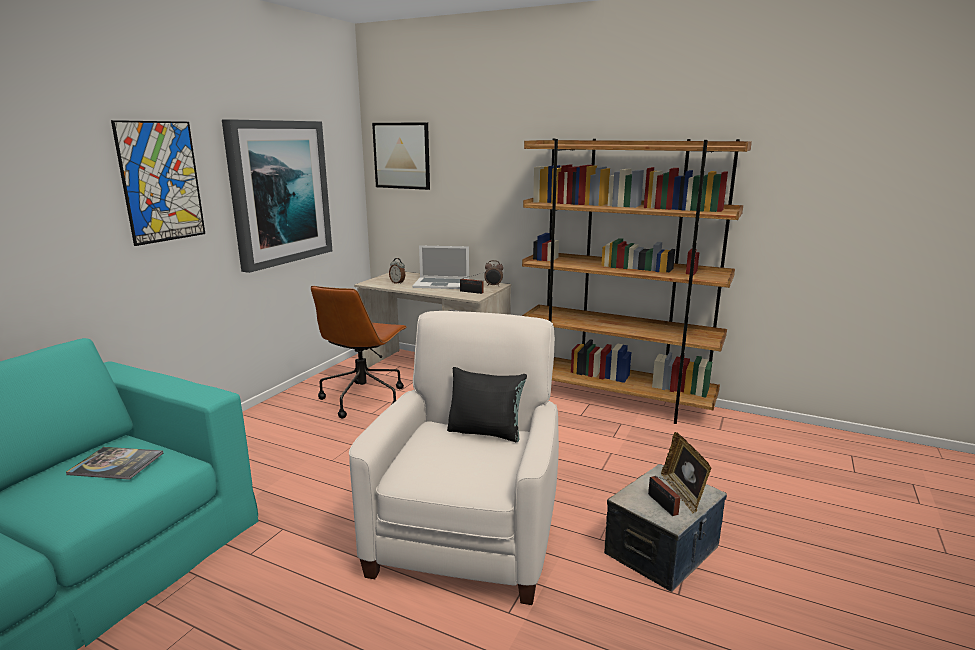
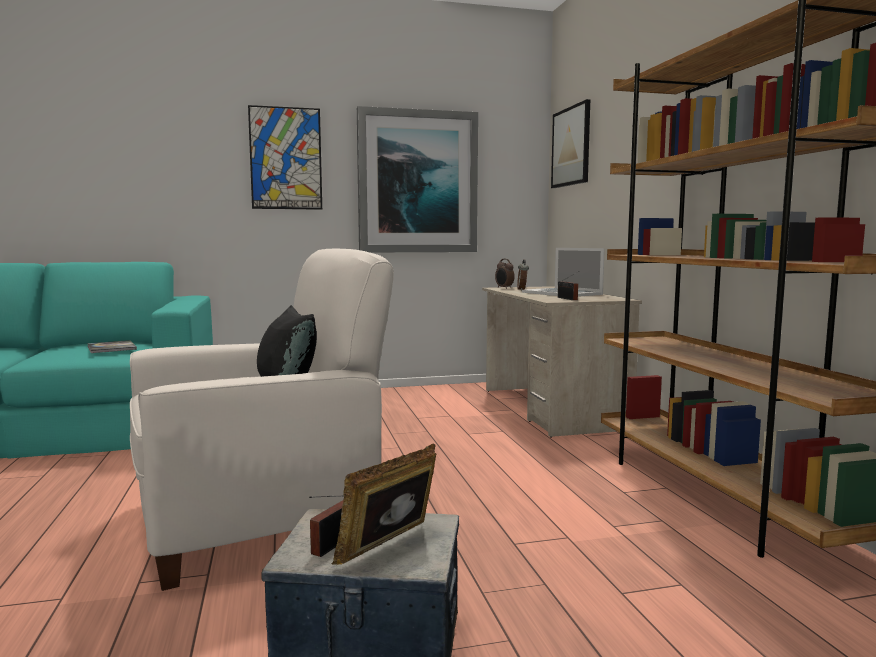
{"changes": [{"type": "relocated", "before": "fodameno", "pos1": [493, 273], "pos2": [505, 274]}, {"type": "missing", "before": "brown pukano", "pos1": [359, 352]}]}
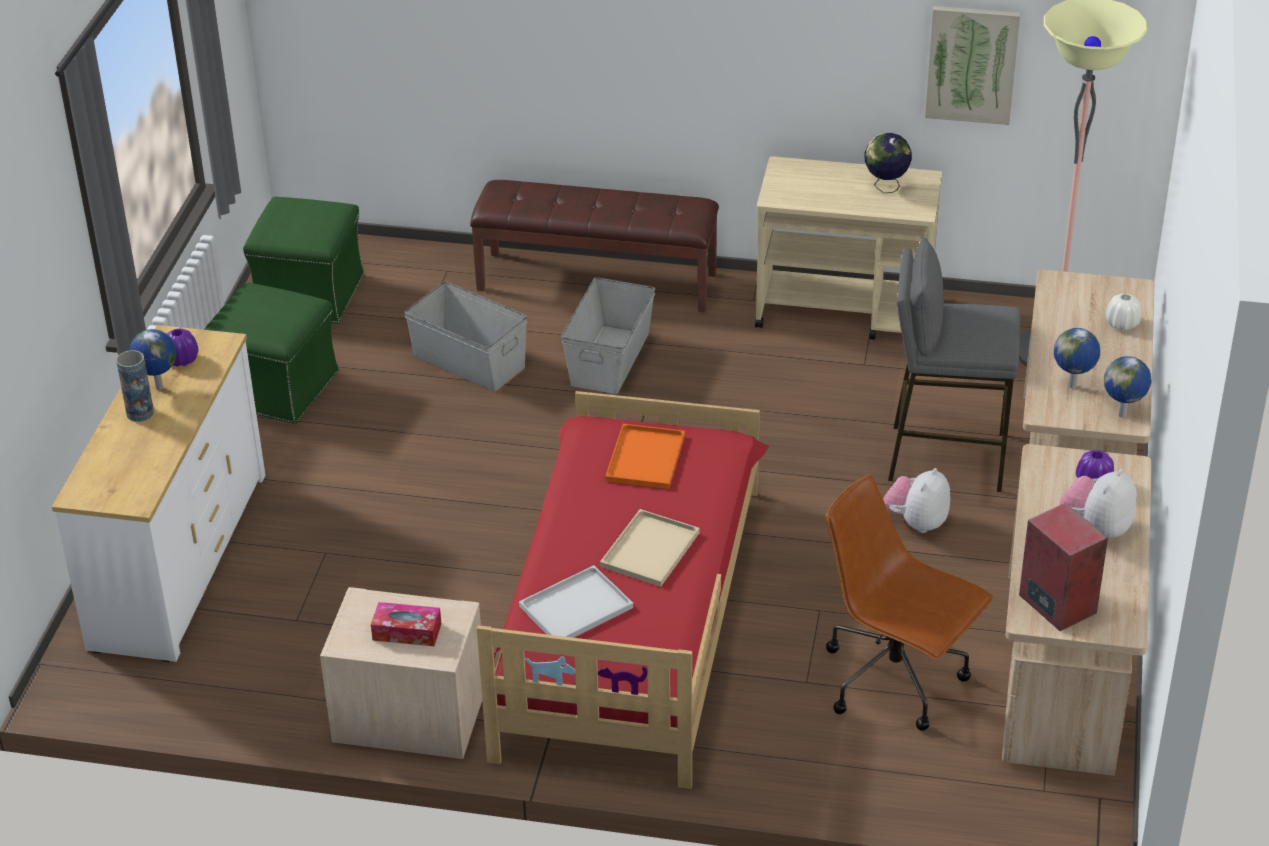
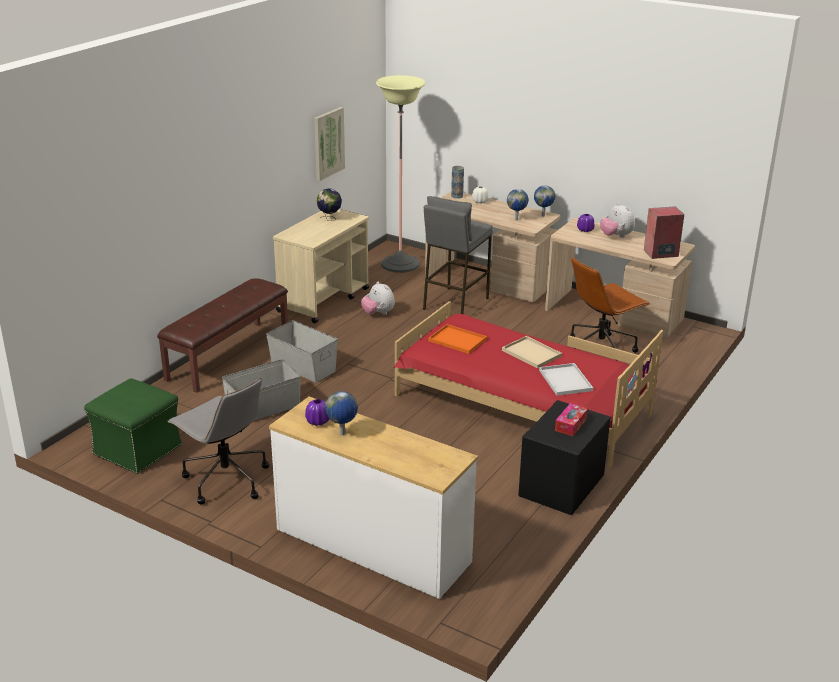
{"changes": [{"type": "exchanged", "before": "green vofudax", "after": "grey pukano", "pos1": [271, 353], "pos2": [218, 441]}, {"type": "relocated", "before": "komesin", "pos1": [916, 500], "pos2": [378, 298]}, {"type": "relocated", "before": "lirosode", "pos1": [135, 386], "pos2": [457, 182]}, {"type": "colour", "before": "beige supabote", "after": "black supabote", "pos1": [401, 673], "pos2": [564, 457]}]}
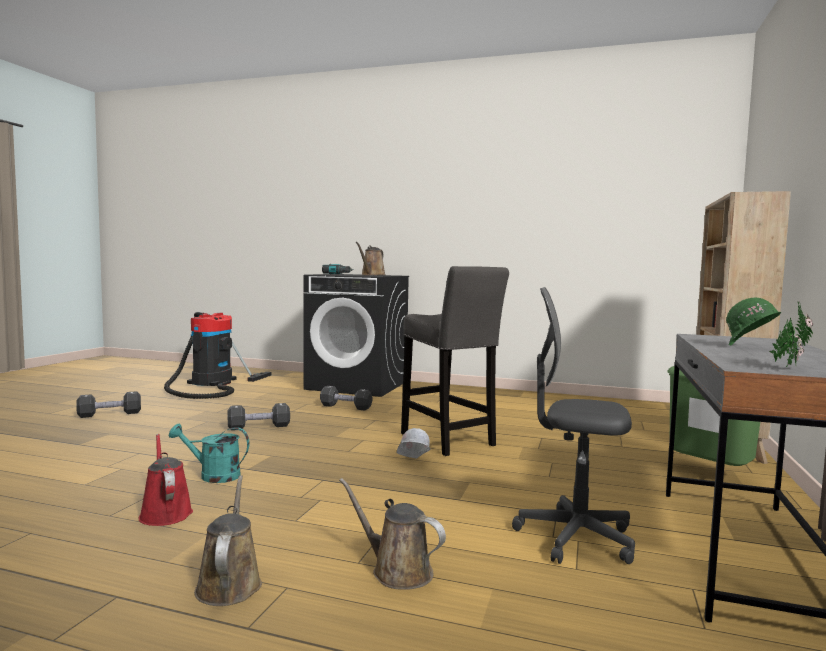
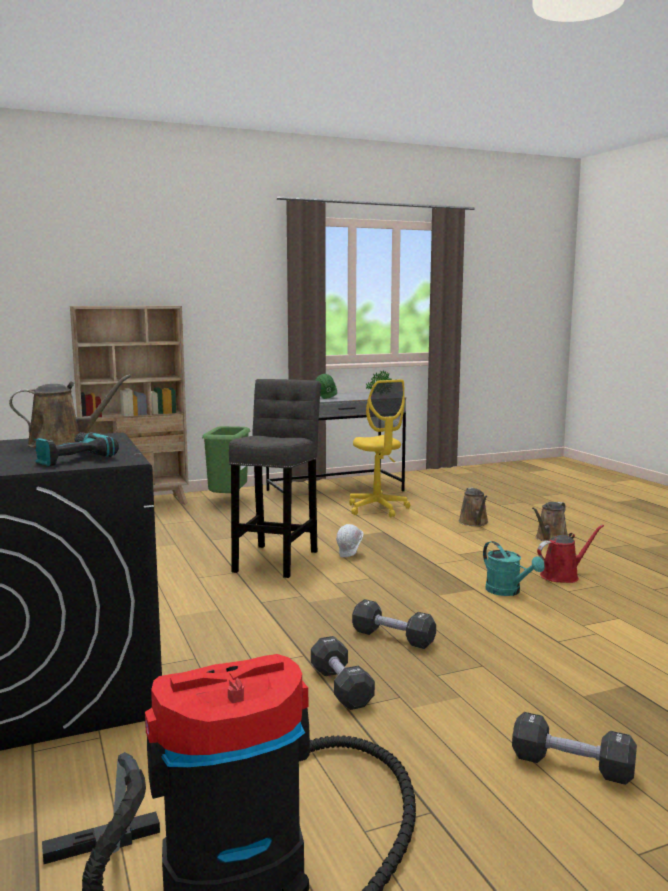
{"changes": [{"type": "relocated", "before": "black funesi", "pos1": [346, 398], "pos2": [343, 673]}, {"type": "colour", "before": "grey pukano", "after": "yellow pukano", "pos1": [573, 425], "pos2": [379, 448]}, {"type": "spun", "before": "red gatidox", "pos1": [166, 480], "pos2": [570, 554], "turn": -135}]}
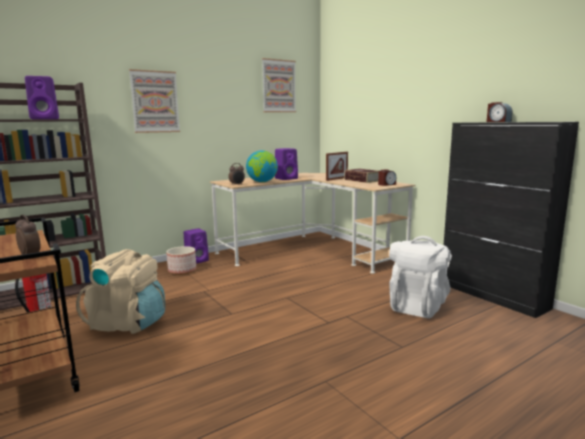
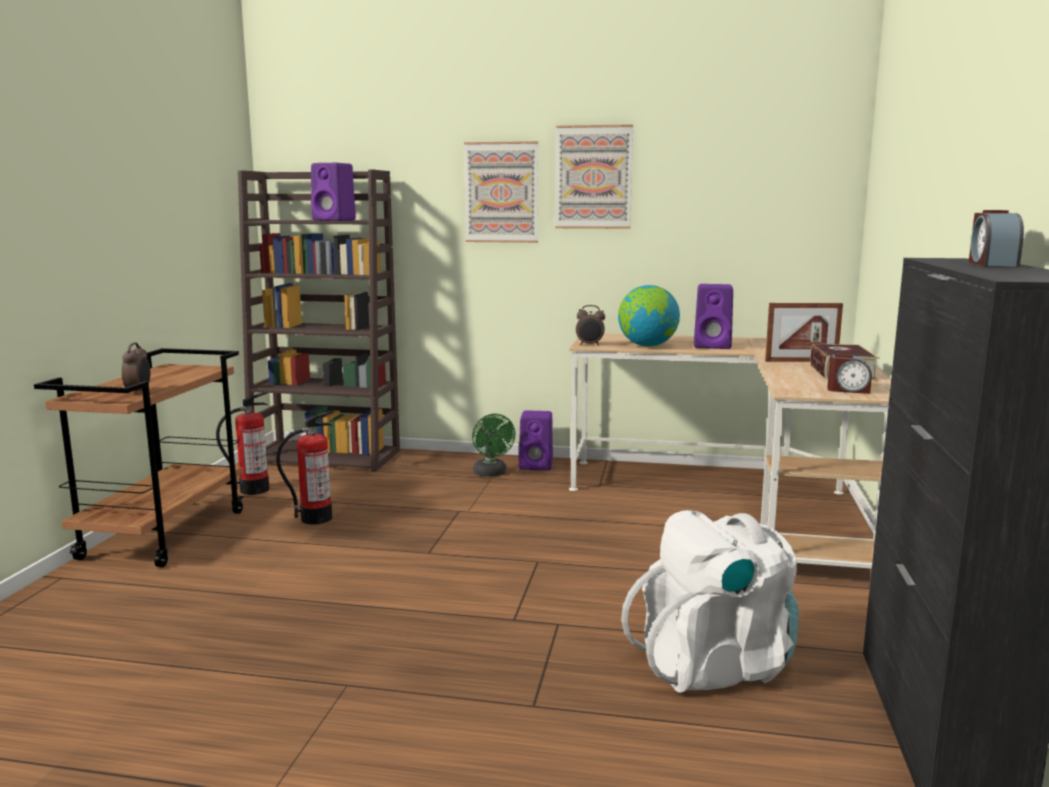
{"changes": [{"type": "exchanged", "before": "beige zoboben", "after": "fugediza", "pos1": [120, 291], "pos2": [304, 468]}, {"type": "exchanged", "before": "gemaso", "after": "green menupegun", "pos1": [181, 260], "pos2": [494, 445]}, {"type": "relocated", "before": "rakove", "pos1": [279, 85], "pos2": [594, 176]}]}
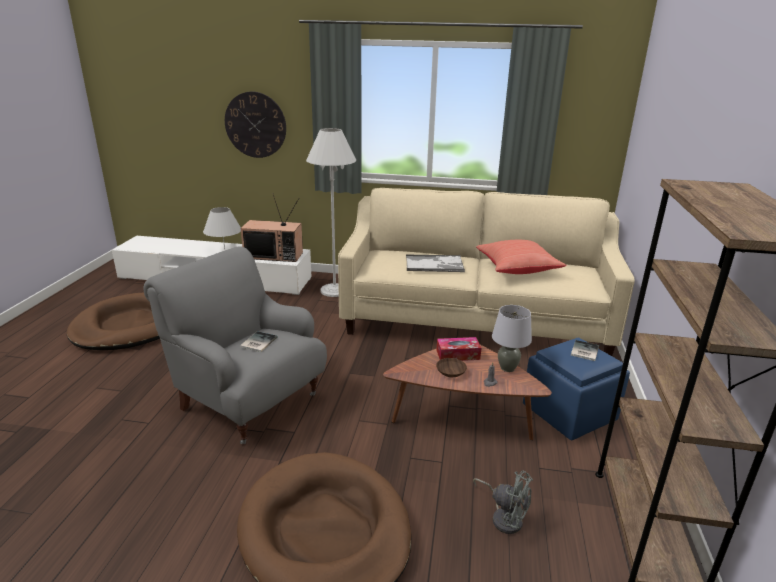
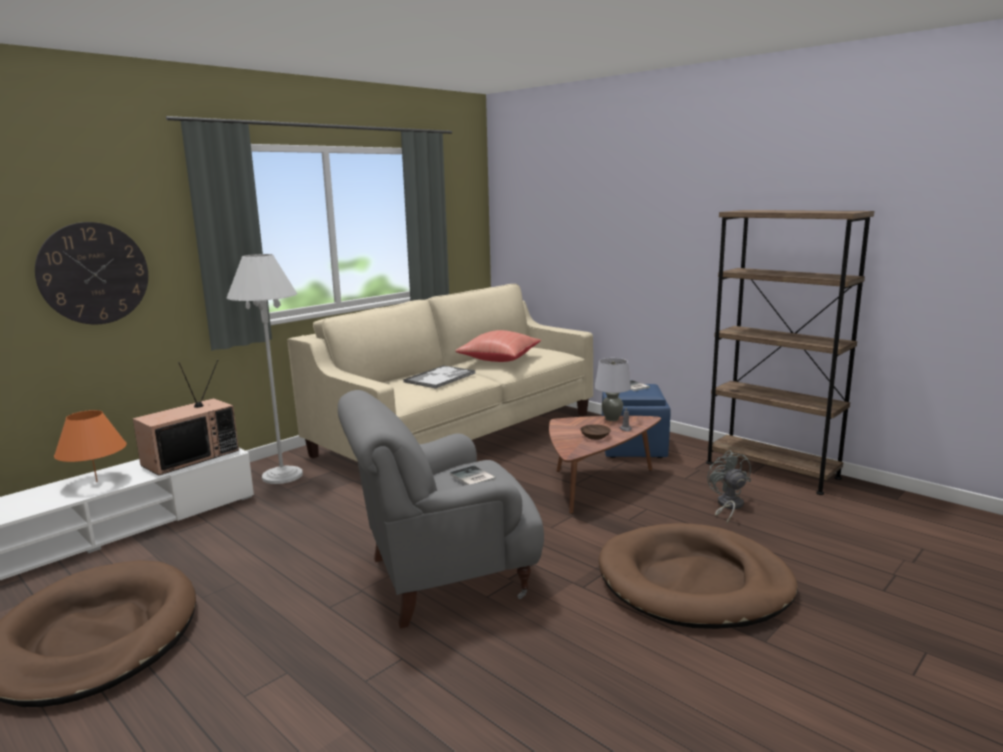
{"changes": [{"type": "colour", "before": "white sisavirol", "after": "orange sisavirol", "pos1": [222, 228], "pos2": [90, 446]}, {"type": "spun", "before": "grey menupegun", "pos1": [503, 502], "pos2": [729, 487], "turn": -75}, {"type": "missing", "before": "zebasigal", "pos1": [458, 349]}]}
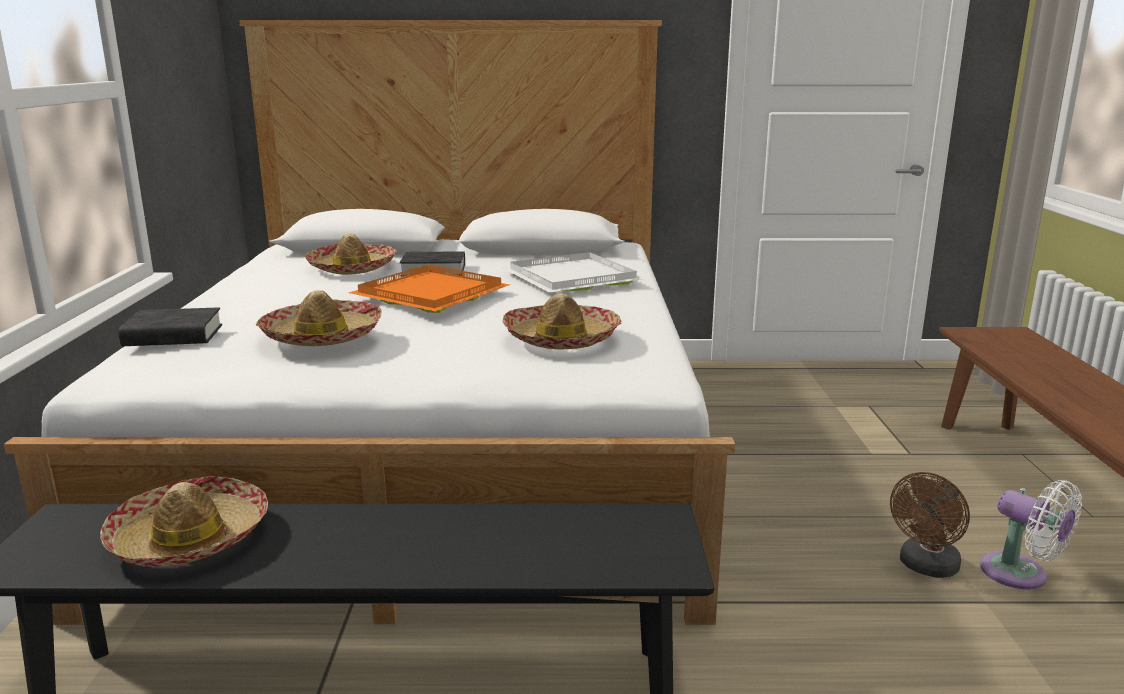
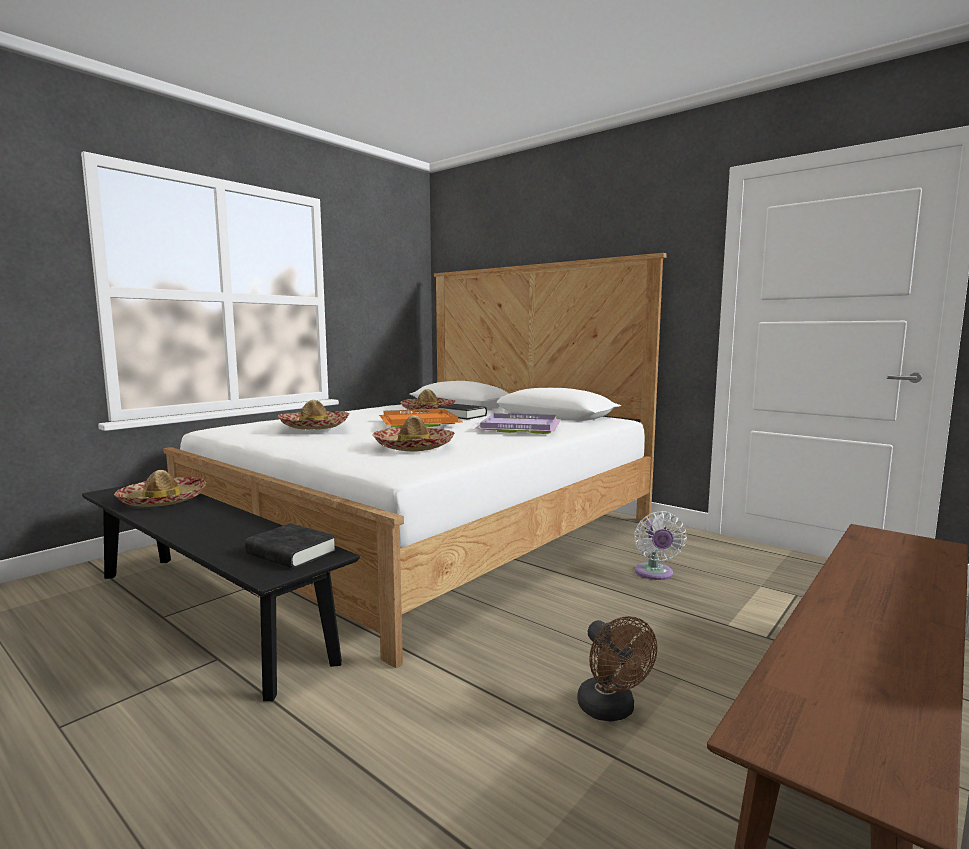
{"changes": [{"type": "relocated", "before": "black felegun", "pos1": [170, 326], "pos2": [291, 546]}, {"type": "colour", "before": "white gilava", "after": "purple gilava", "pos1": [574, 272], "pos2": [517, 423]}, {"type": "spun", "before": "brown menupegun", "pos1": [930, 525], "pos2": [617, 669], "turn": -105}, {"type": "relocated", "before": "white menupegun", "pos1": [1031, 534], "pos2": [660, 545]}]}
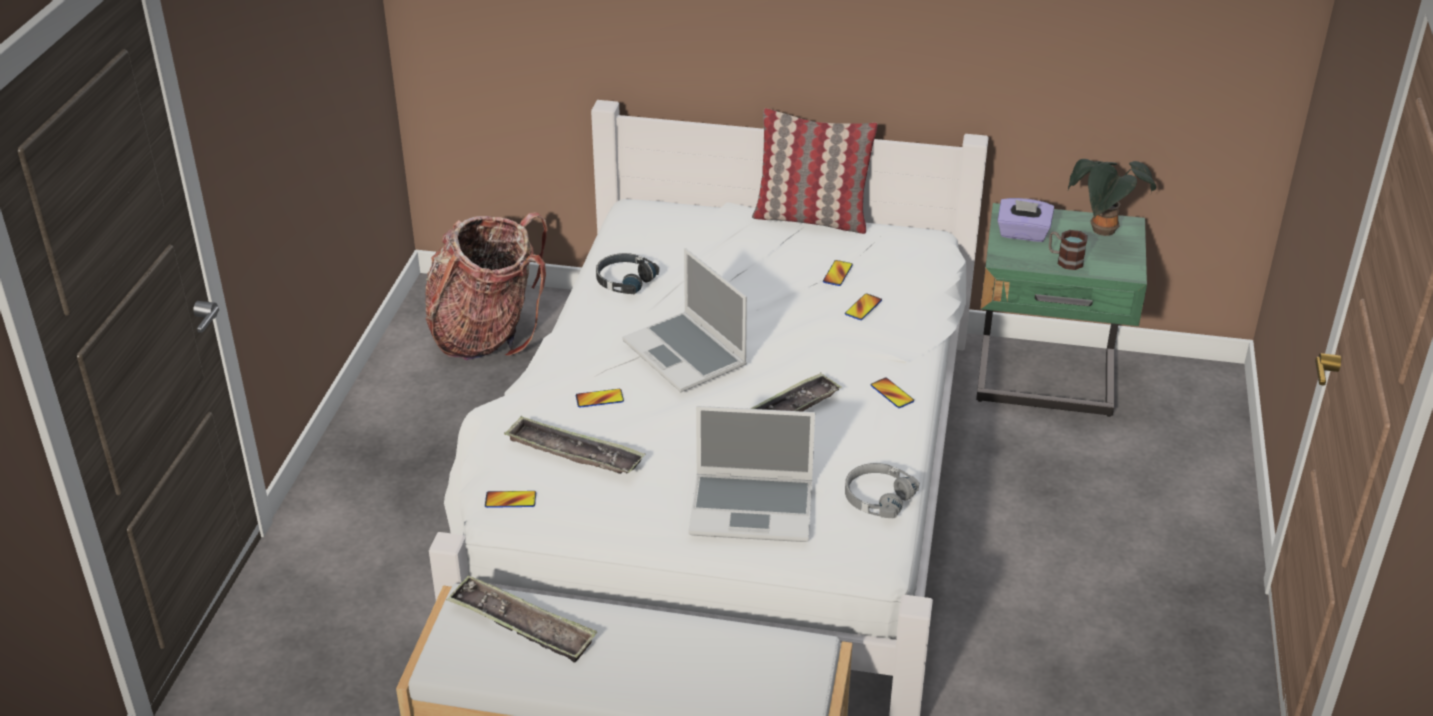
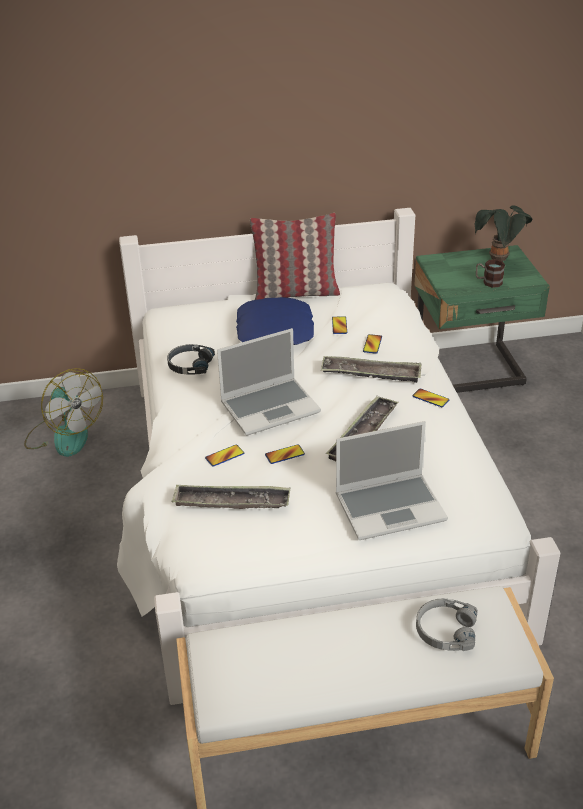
{"changes": [{"type": "exchanged", "before": "zoboben", "after": "menupegun", "pos1": [486, 286], "pos2": [63, 412]}, {"type": "spun", "before": "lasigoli", "pos1": [684, 320], "pos2": [269, 382], "turn": -60}, {"type": "appeared", "after": "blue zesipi", "pos2": [275, 321]}, {"type": "relocated", "before": "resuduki", "pos1": [510, 499], "pos2": [285, 454]}, {"type": "relocated", "before": "gilava", "pos1": [521, 619], "pos2": [371, 369]}, {"type": "relocated", "before": "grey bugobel", "pos1": [882, 490], "pos2": [447, 624]}, {"type": "missing", "before": "purple zebasigal", "pos1": [1025, 220]}]}
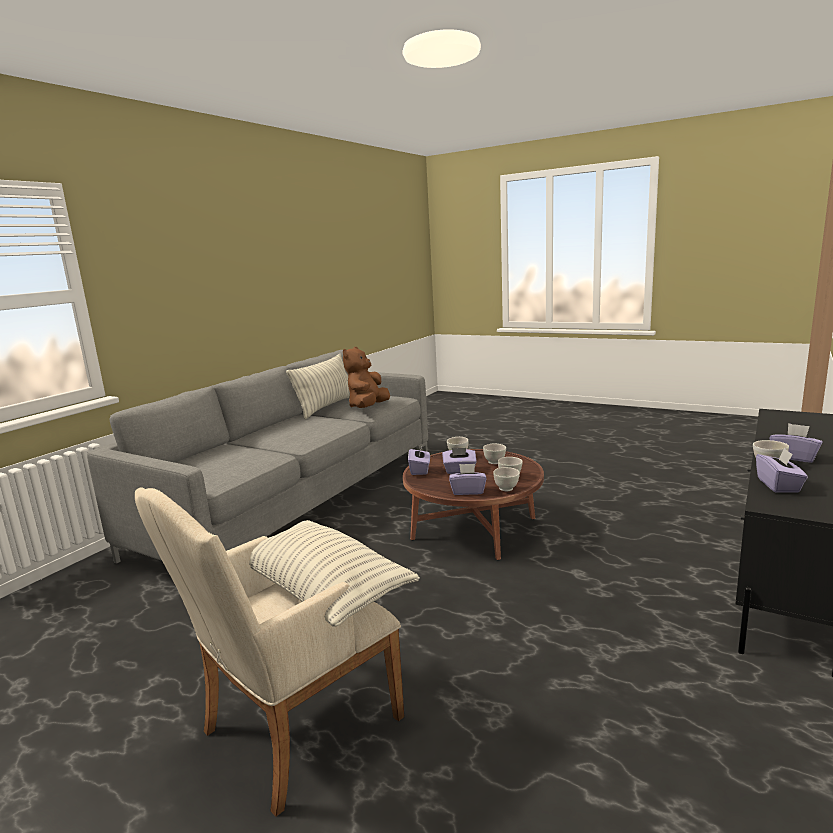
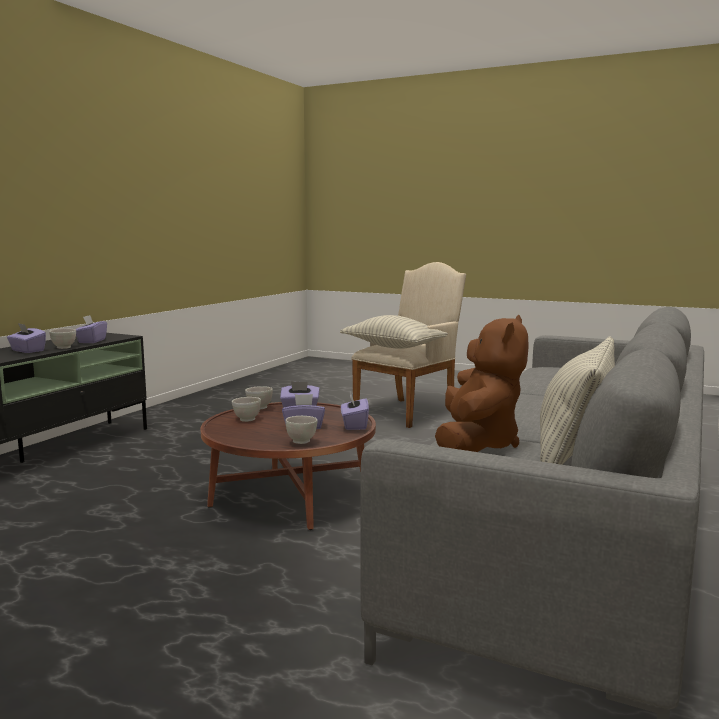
{"changes": [{"type": "missing", "before": "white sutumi", "pos1": [494, 454]}]}
